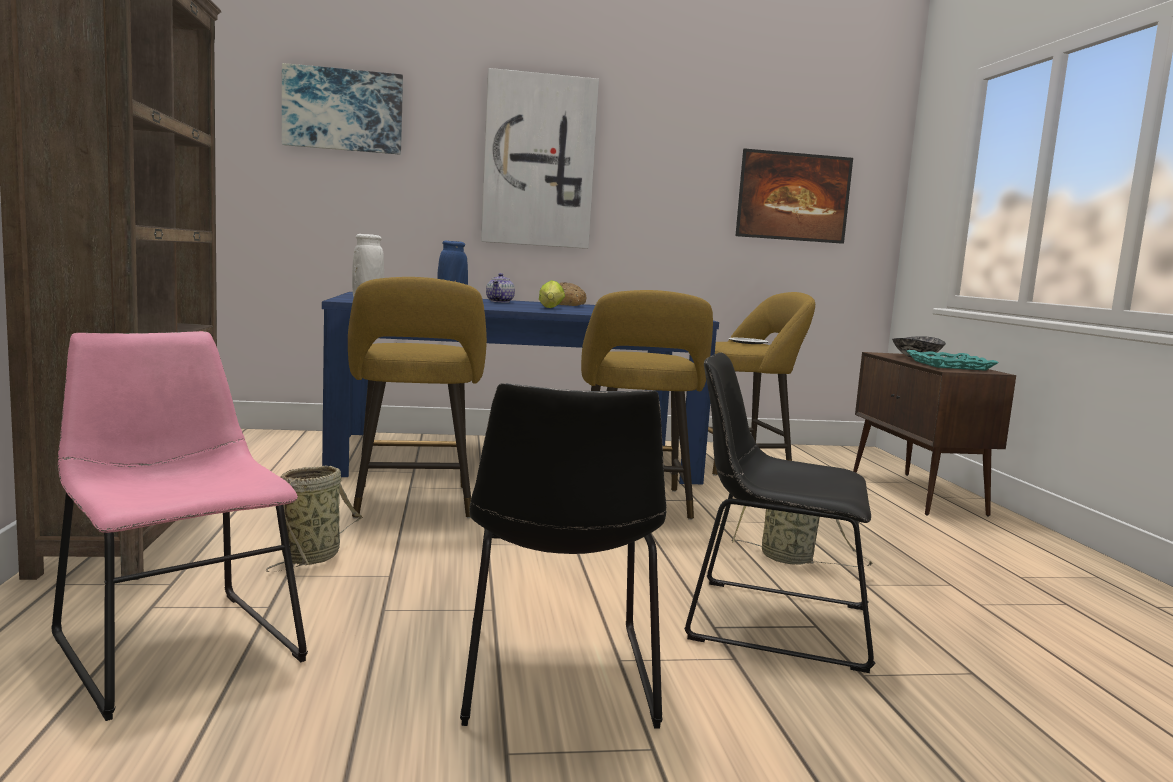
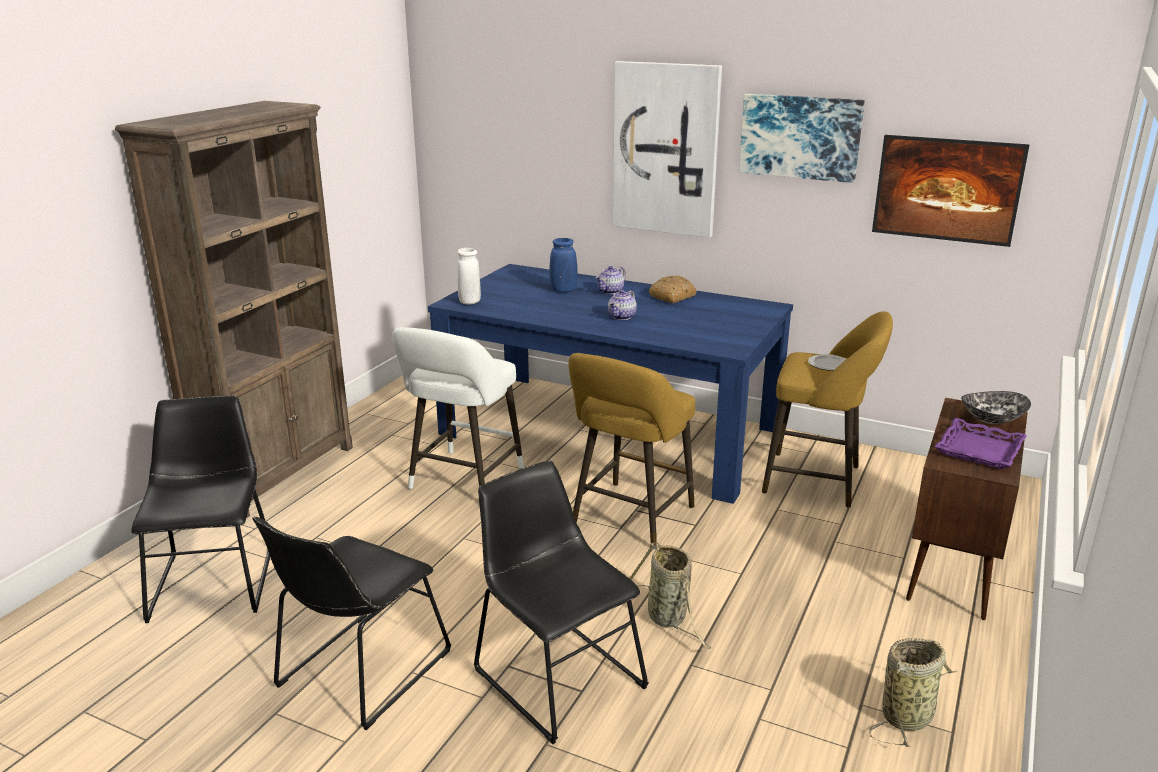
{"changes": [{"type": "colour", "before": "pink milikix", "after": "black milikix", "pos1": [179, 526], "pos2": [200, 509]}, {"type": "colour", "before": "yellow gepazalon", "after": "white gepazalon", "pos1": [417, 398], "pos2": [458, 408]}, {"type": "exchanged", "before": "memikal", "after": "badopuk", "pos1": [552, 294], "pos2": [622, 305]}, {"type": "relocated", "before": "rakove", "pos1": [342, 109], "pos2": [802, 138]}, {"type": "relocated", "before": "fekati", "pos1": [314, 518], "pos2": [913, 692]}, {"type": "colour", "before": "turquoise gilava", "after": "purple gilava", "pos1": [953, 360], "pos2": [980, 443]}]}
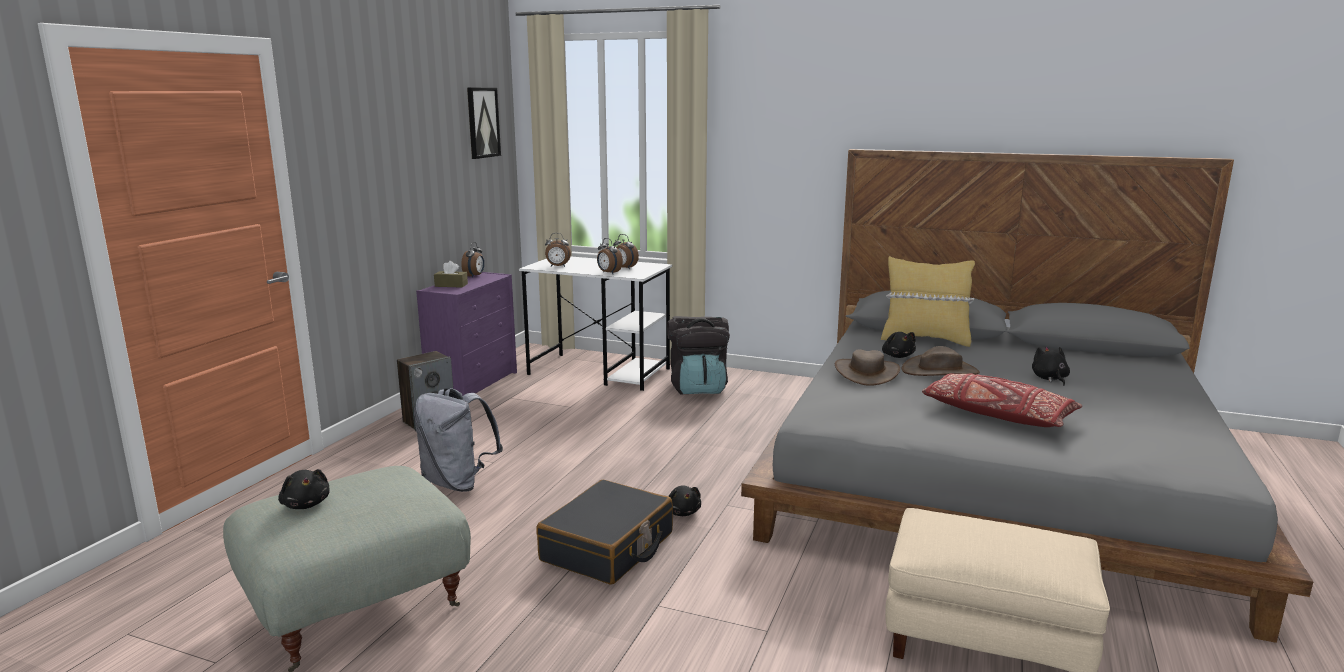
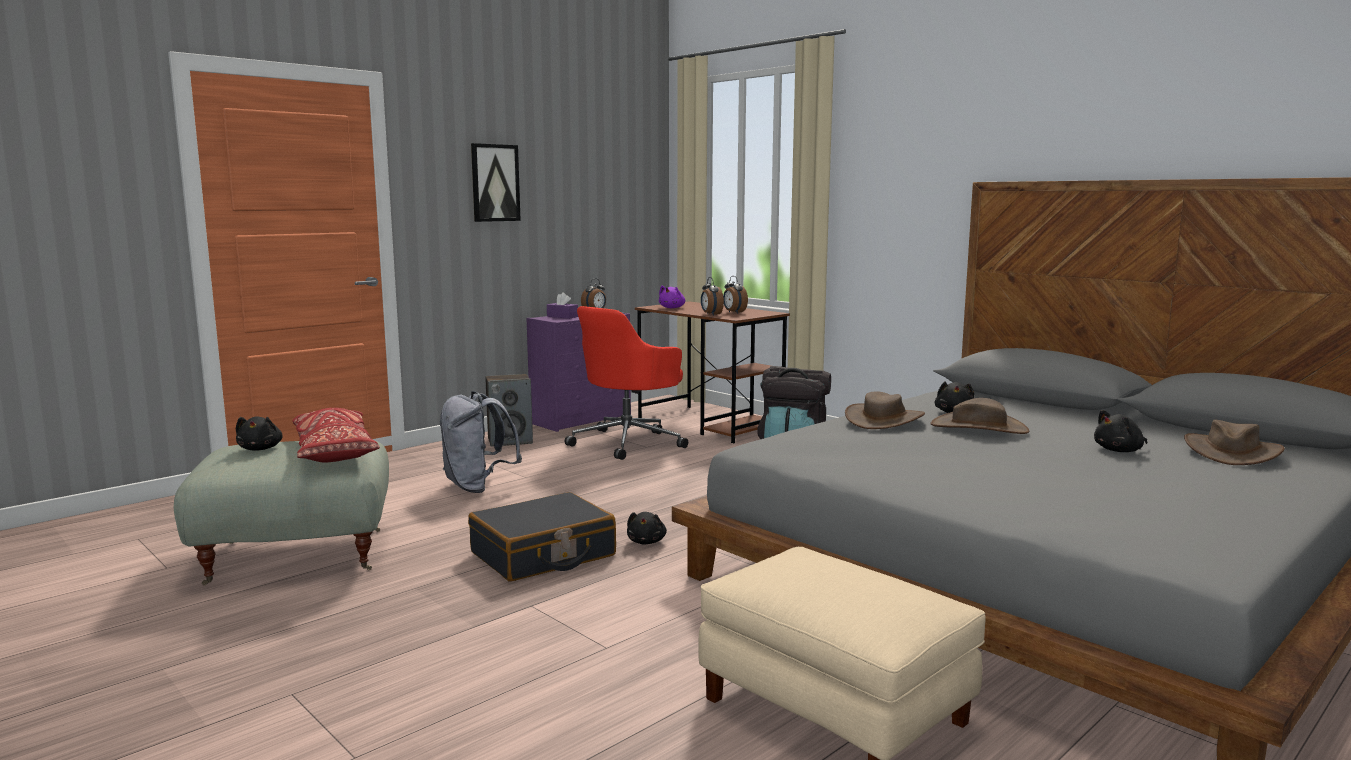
{"changes": [{"type": "relocated", "before": "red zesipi", "pos1": [1002, 400], "pos2": [336, 435]}, {"type": "relocated", "before": "rakove", "pos1": [484, 123], "pos2": [496, 182]}, {"type": "colour", "before": "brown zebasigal", "after": "purple zebasigal", "pos1": [451, 274], "pos2": [562, 305]}, {"type": "appeared", "after": "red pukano", "pos2": [626, 383]}, {"type": "colour", "before": "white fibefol", "after": "brown fibefol", "pos1": [595, 324], "pos2": [712, 372]}, {"type": "exchanged", "before": "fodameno", "after": "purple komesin", "pos1": [558, 250], "pos2": [672, 297]}, {"type": "spun", "before": "black komesin", "pos1": [1051, 366], "pos2": [1121, 431], "turn": -135}, {"type": "appeared", "after": "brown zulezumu", "pos2": [1234, 442]}, {"type": "missing", "before": "yellow zesipi", "pos1": [928, 301]}]}
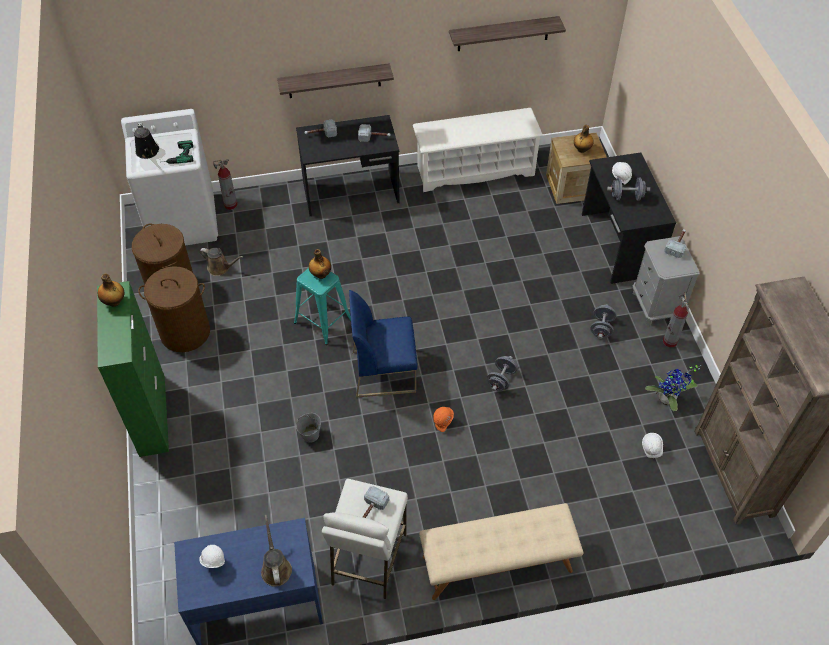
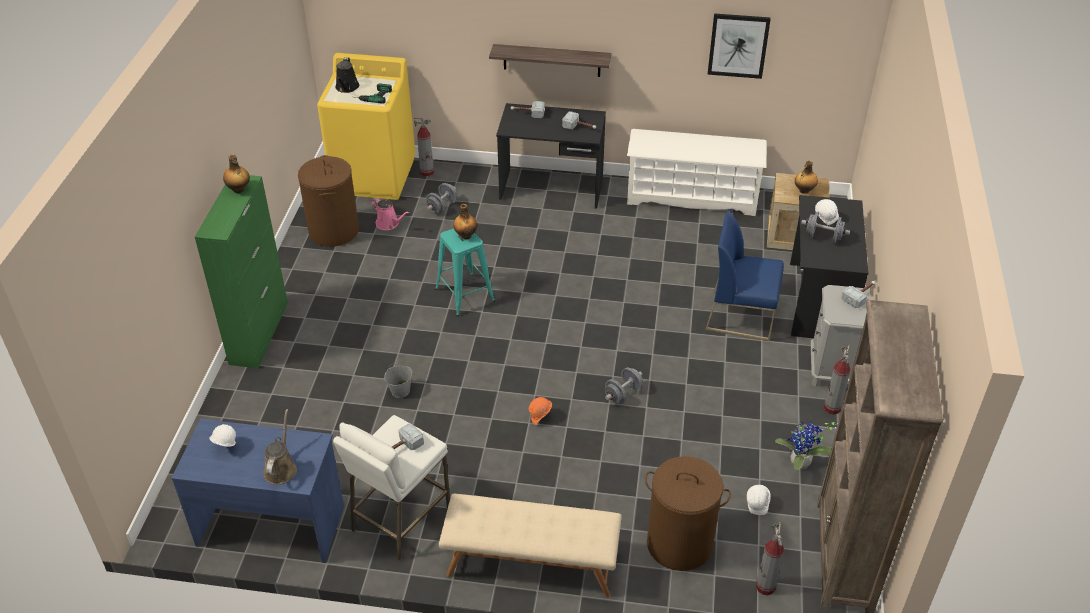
{"changes": [{"type": "colour", "before": "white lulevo", "after": "yellow lulevo", "pos1": [169, 177], "pos2": [366, 126]}, {"type": "colour", "before": "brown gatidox", "after": "pink gatidox", "pos1": [221, 262], "pos2": [390, 214]}, {"type": "relocated", "before": "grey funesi", "pos1": [603, 321], "pos2": [441, 198]}, {"type": "relocated", "before": "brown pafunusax", "pos1": [174, 309], "pos2": [688, 513]}, {"type": "relocated", "before": "blue milikix", "pos1": [383, 343], "pos2": [744, 275]}, {"type": "exchanged", "before": "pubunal", "after": "rakove", "pos1": [507, 33], "pos2": [739, 46]}, {"type": "appeared", "after": "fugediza", "pos2": [770, 558]}]}
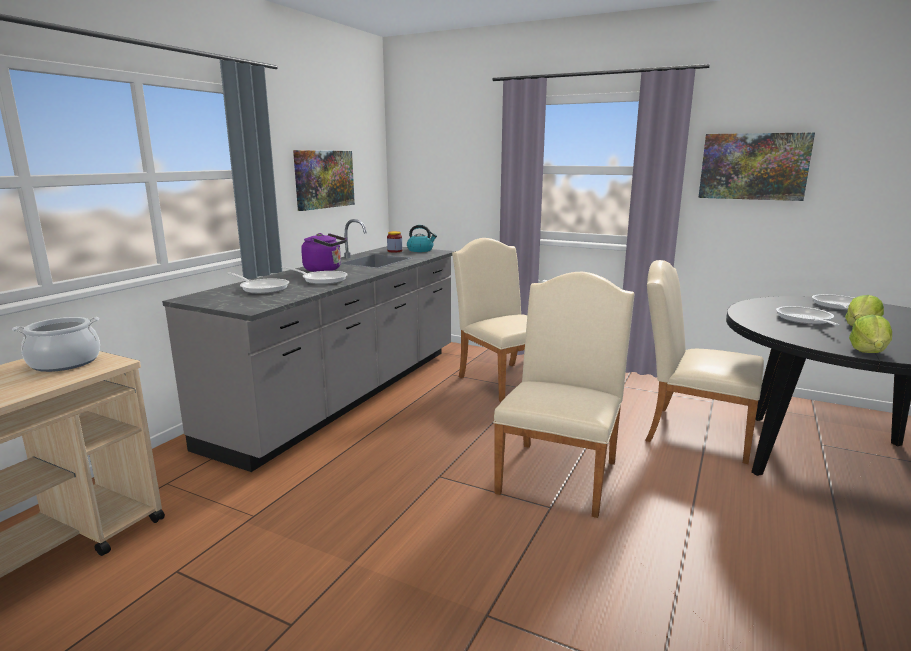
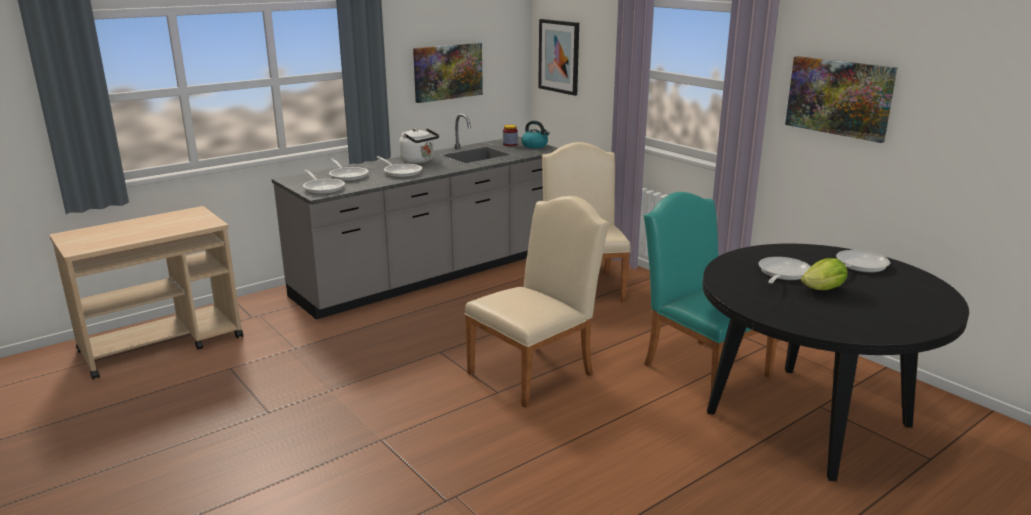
{"changes": [{"type": "appeared", "after": "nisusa", "pos2": [324, 182]}, {"type": "colour", "before": "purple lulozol", "after": "white lulozol", "pos1": [324, 252], "pos2": [419, 146]}, {"type": "appeared", "after": "rakove", "pos2": [558, 57]}, {"type": "colour", "before": "beige milikix", "after": "turquoise milikix", "pos1": [704, 362], "pos2": [710, 294]}, {"type": "missing", "before": "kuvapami", "pos1": [56, 344]}, {"type": "missing", "before": "memikal", "pos1": [870, 333]}]}
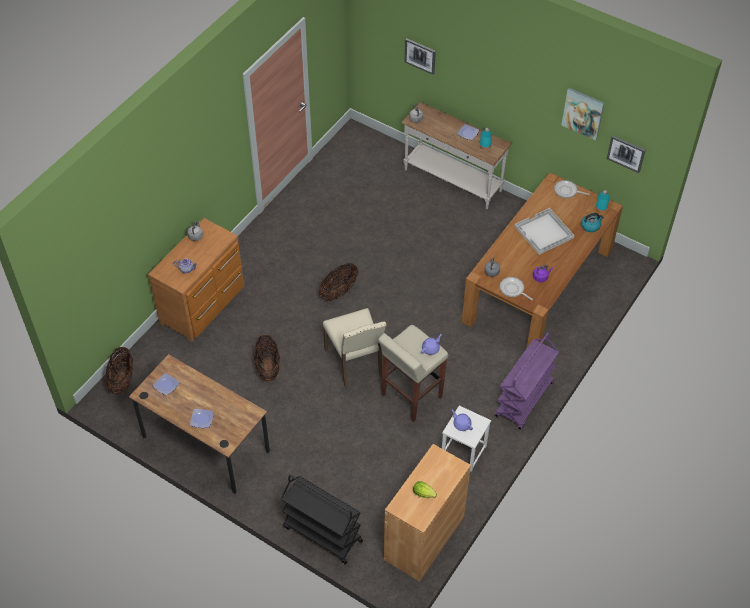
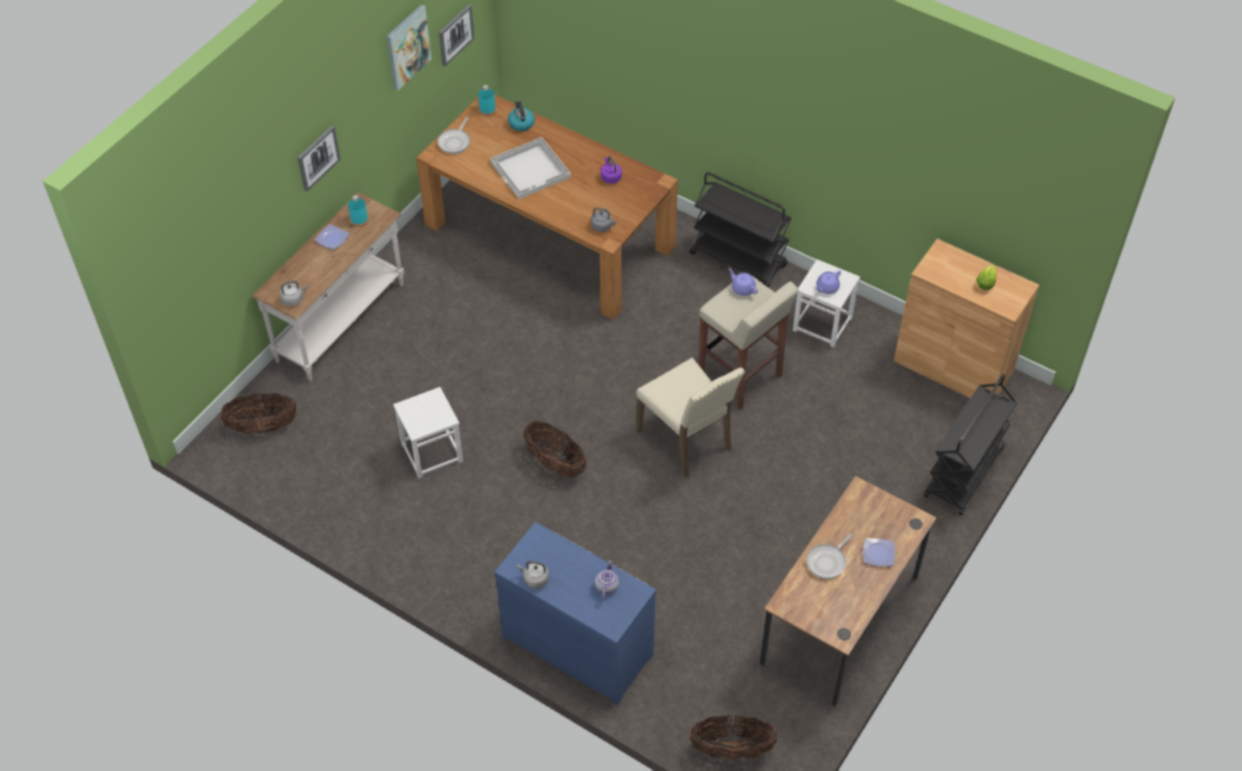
{"changes": [{"type": "relocated", "before": "fekati", "pos1": [267, 358], "pos2": [258, 413]}, {"type": "relocated", "before": "rakove", "pos1": [420, 56], "pos2": [319, 158]}, {"type": "appeared", "after": "white gepazalon", "pos2": [428, 432]}, {"type": "colour", "before": "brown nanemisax", "after": "blue nanemisax", "pos1": [196, 280], "pos2": [575, 614]}, {"type": "spun", "before": "beige milikix", "pos1": [354, 348], "pos2": [690, 418], "turn": 75}, {"type": "colour", "before": "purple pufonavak", "after": "black pufonavak", "pos1": [527, 381], "pos2": [740, 230]}, {"type": "relocated", "before": "nisusa", "pos1": [516, 288], "pos2": [829, 556]}, {"type": "missing", "before": "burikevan", "pos1": [166, 384]}]}
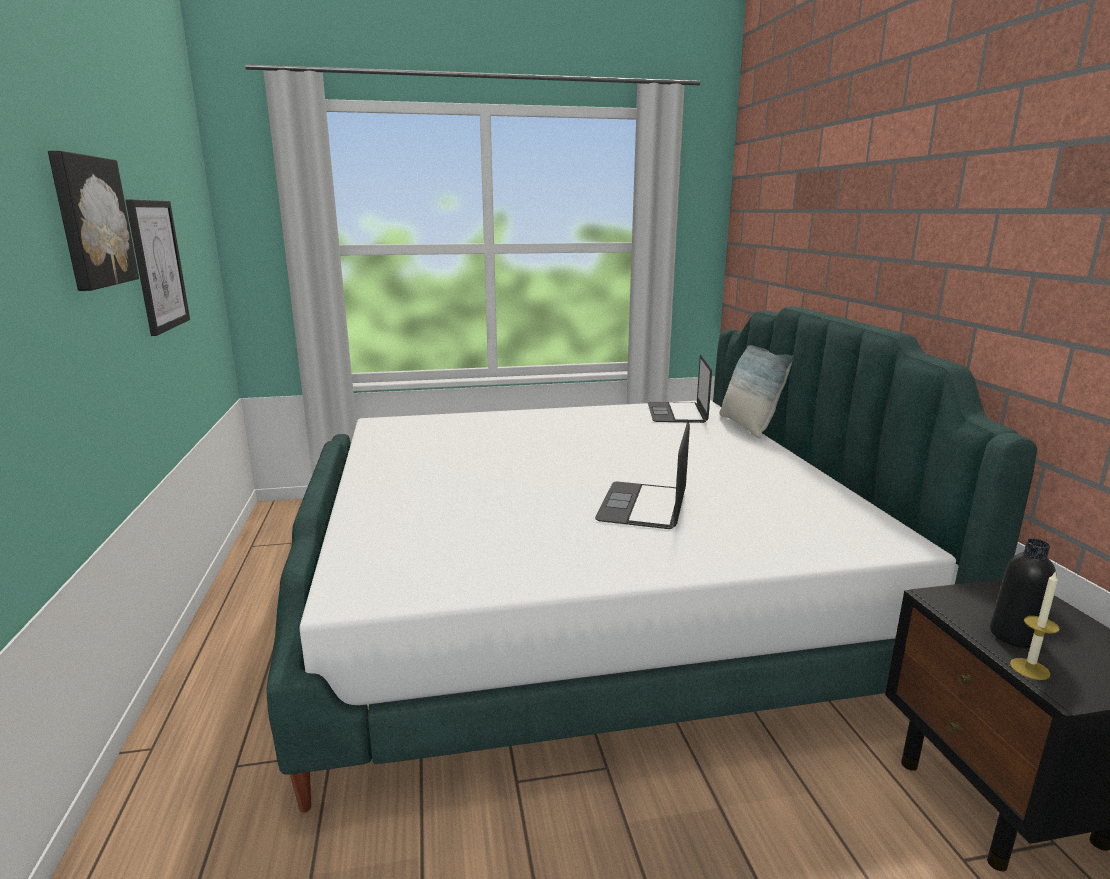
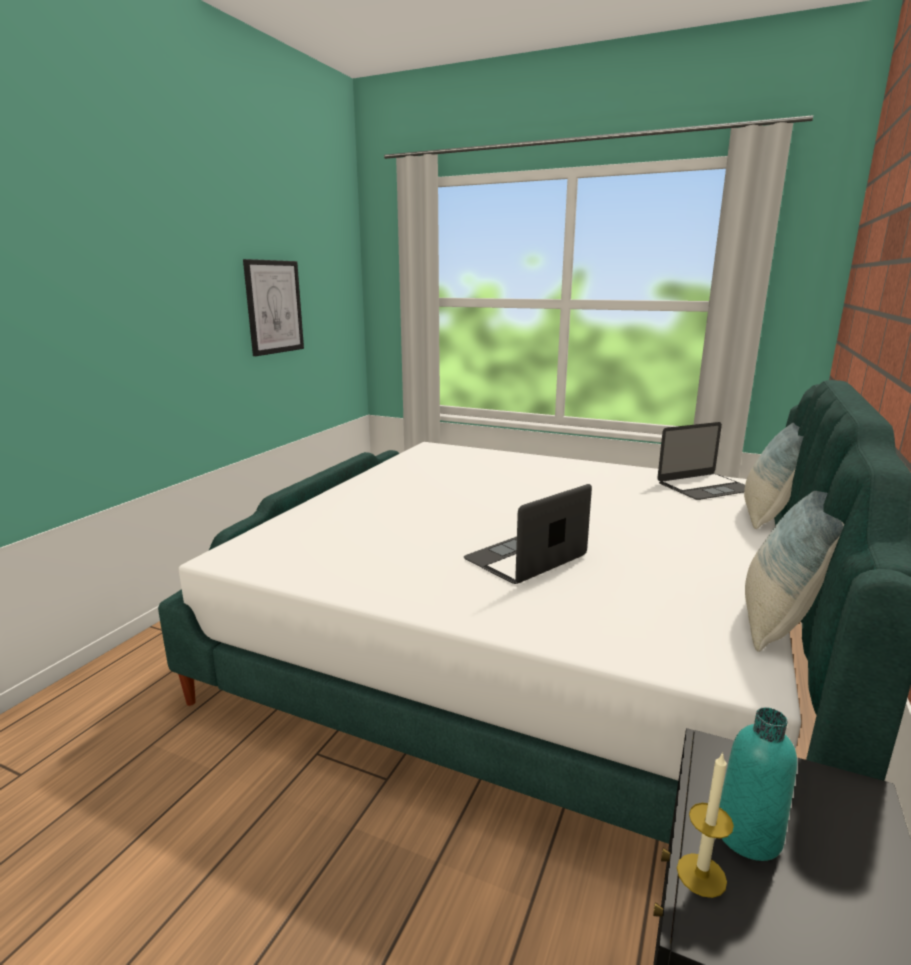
{"changes": [{"type": "spun", "before": "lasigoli", "pos1": [680, 389], "pos2": [701, 461], "turn": -150}, {"type": "colour", "before": "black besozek", "after": "turquoise besozek", "pos1": [1023, 593], "pos2": [758, 784]}, {"type": "appeared", "after": "zesipi", "pos2": [794, 571]}, {"type": "missing", "before": "rakove", "pos1": [93, 221]}]}
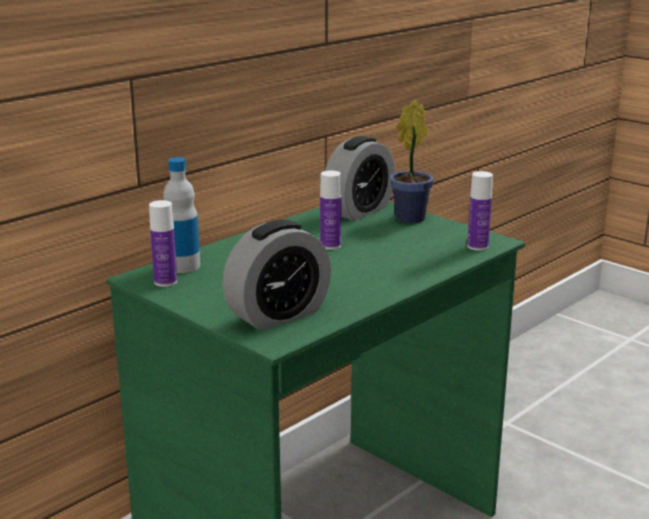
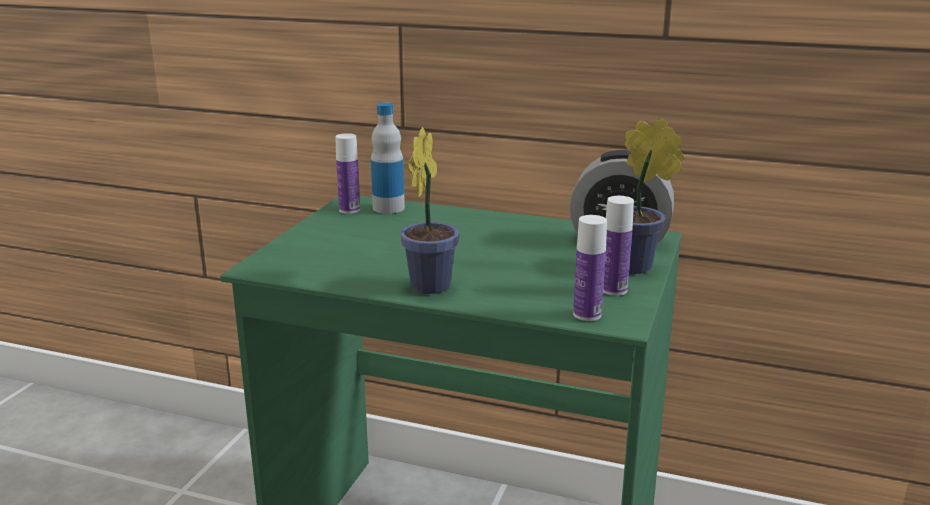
{"changes": [{"type": "appeared", "after": "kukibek", "pos2": [430, 210]}, {"type": "relocated", "before": "besozek", "pos1": [331, 210], "pos2": [618, 246]}, {"type": "missing", "before": "fodameno", "pos1": [276, 275]}]}
